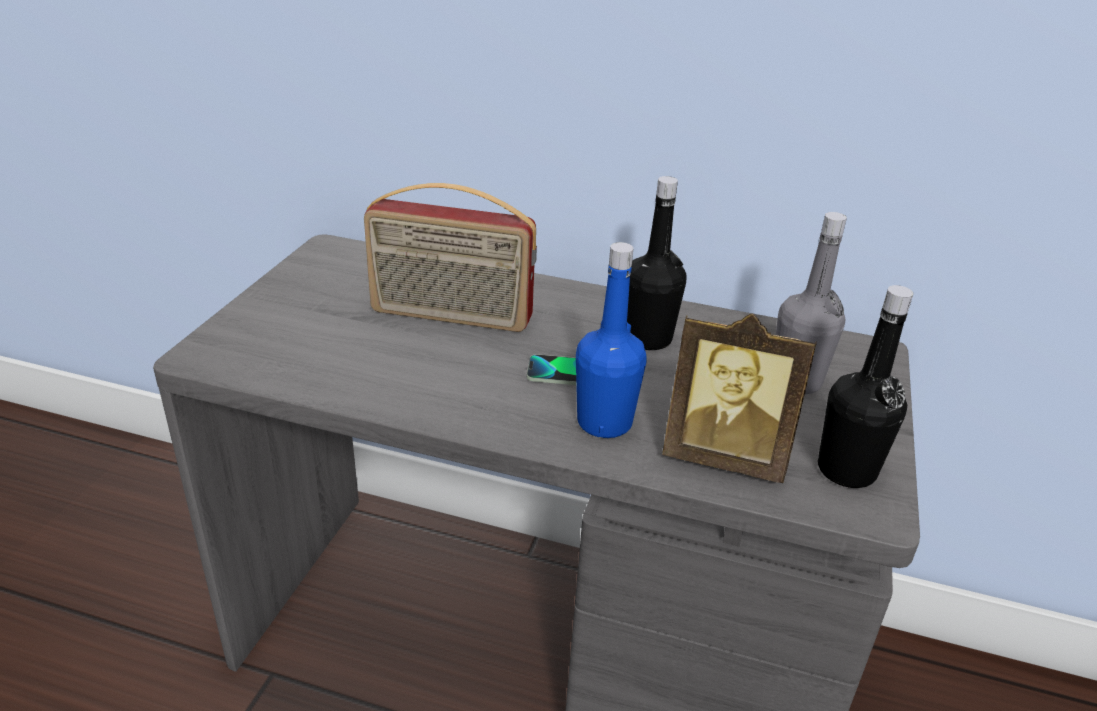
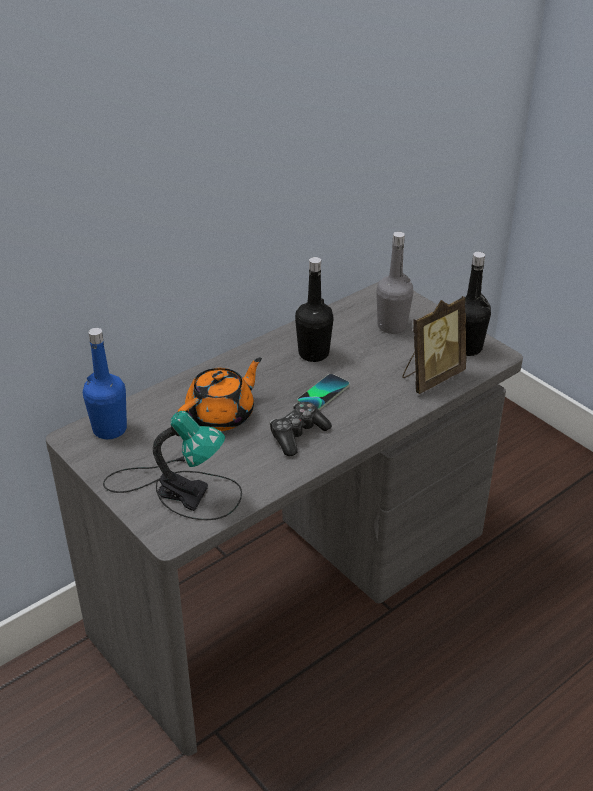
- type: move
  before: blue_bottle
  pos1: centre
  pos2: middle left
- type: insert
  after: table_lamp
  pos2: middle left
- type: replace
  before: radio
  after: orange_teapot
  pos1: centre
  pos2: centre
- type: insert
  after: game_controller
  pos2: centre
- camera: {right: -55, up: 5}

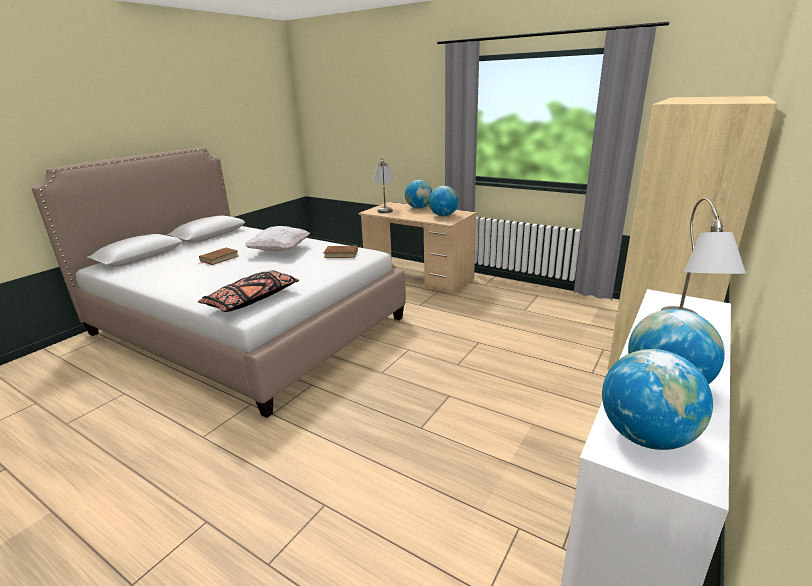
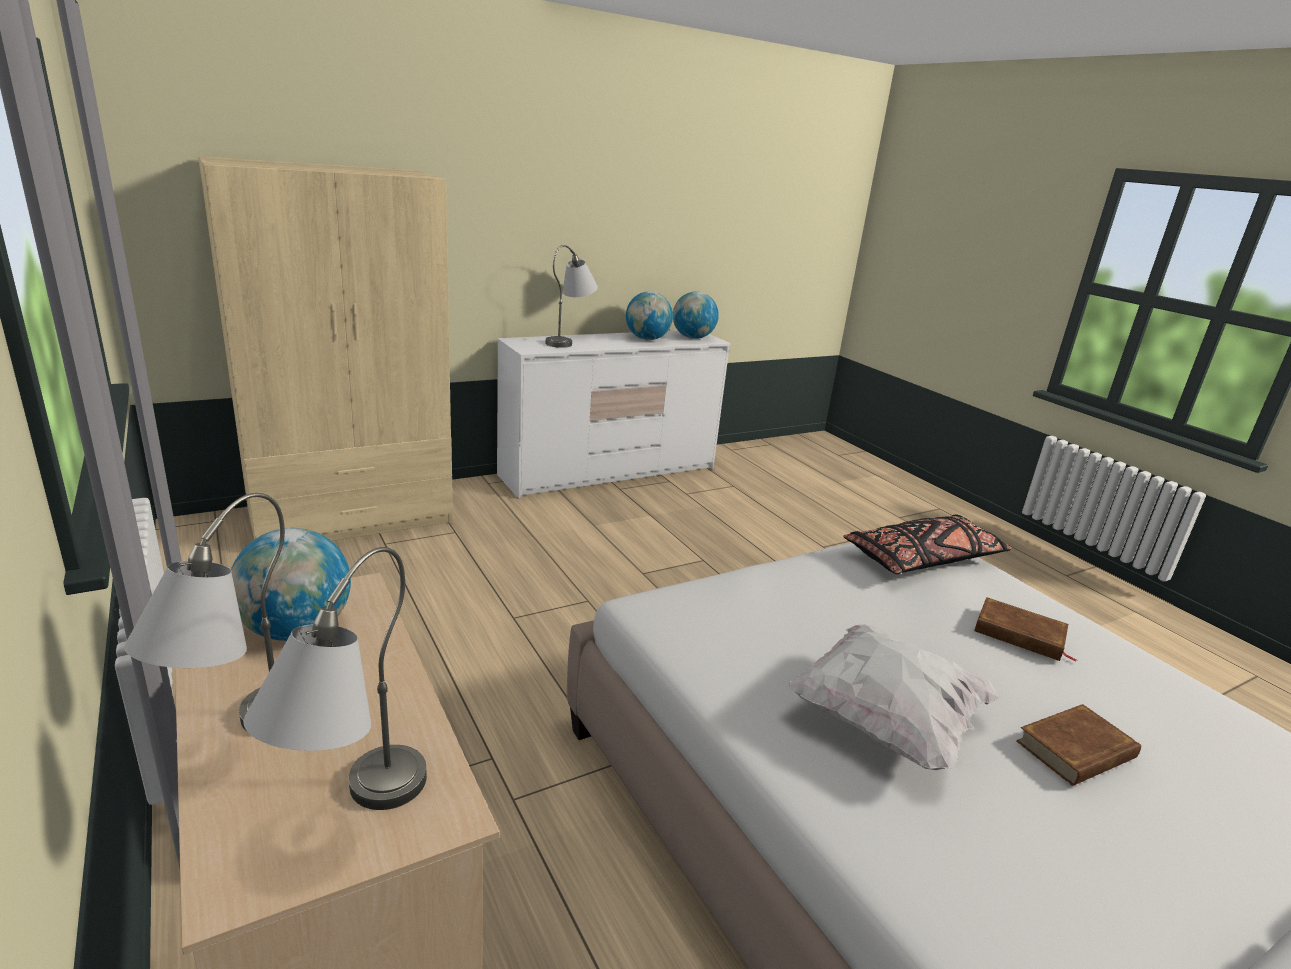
- type: replace
  before: globe (1st from left)
  after: grey_table_lamp (1st from left)
  pos1: top centre
  pos2: middle left
- type: move
  before: brown_book (2nd from left in the first image)
  after: brown_book (1st from left)
  pos1: centre
  pos2: middle right
- camera: {right: -155, up: 0}

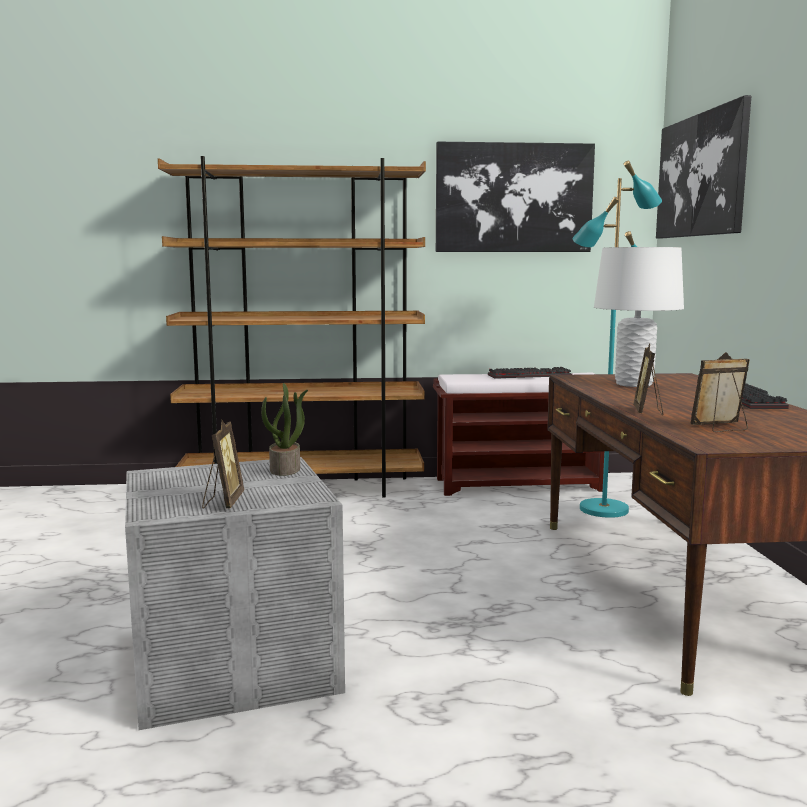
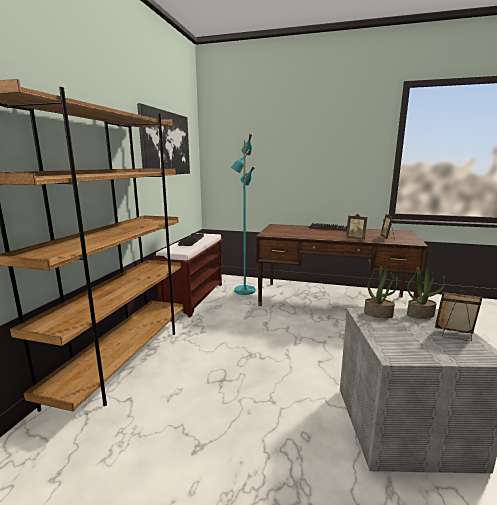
- type: insert
  after: potted_plant (2nd from left)
  pos2: middle right
- type: delete
  before: white_table_lamp
  pos1: middle right
- type: delete
  before: picture (2nd from left)
  pos1: top right
- camera: {right: -70, up: 5}

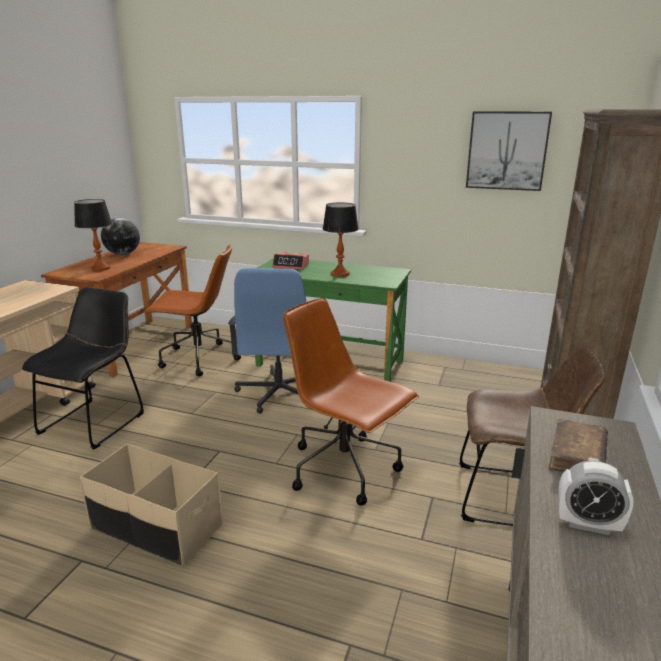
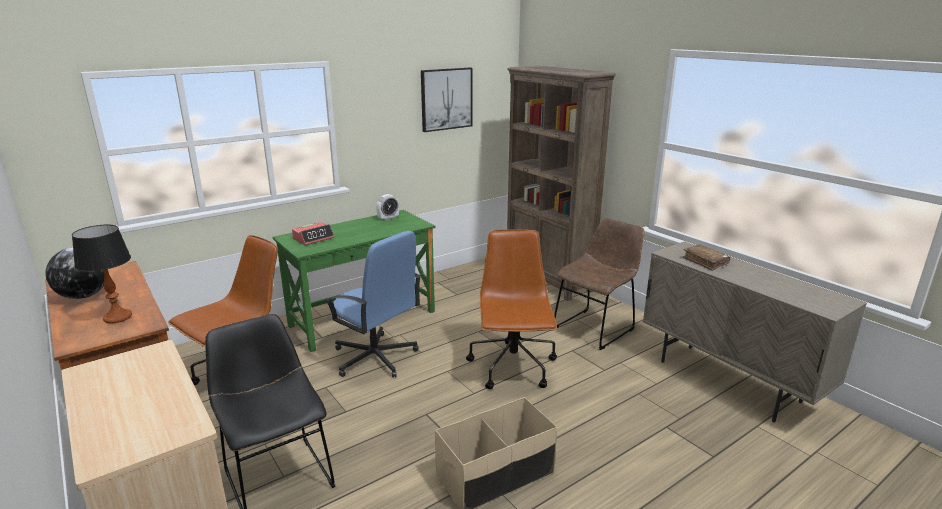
- type: move
  before: alarm_clock (2nd from left)
  pos1: bottom right
  pos2: centre
- type: rotate
  before: brown_office_chair (2nd from left)
  pos1: centre
  pos2: centre
  turn: 105
- type: delete
  before: table_lamp (2nd from left)
  pos1: centre
- camera: {right: -55, up: 0}

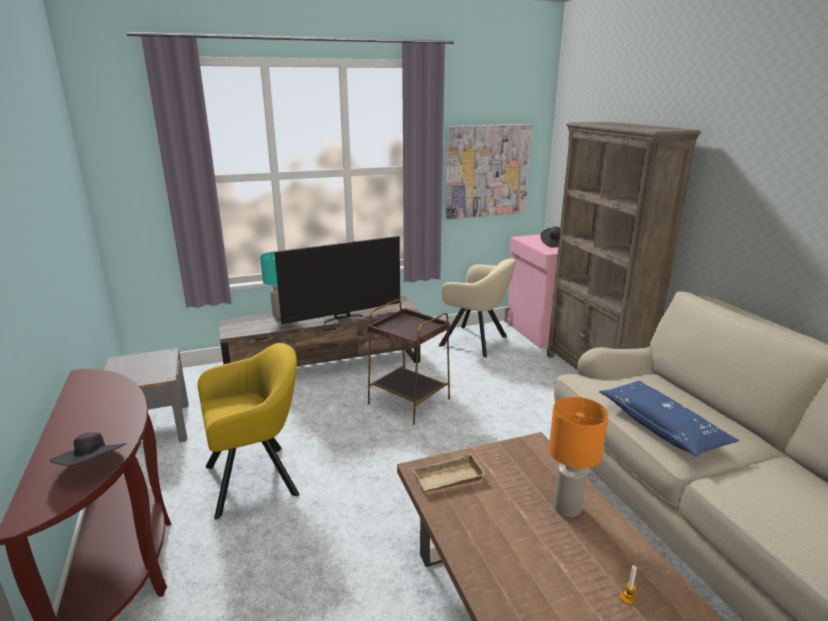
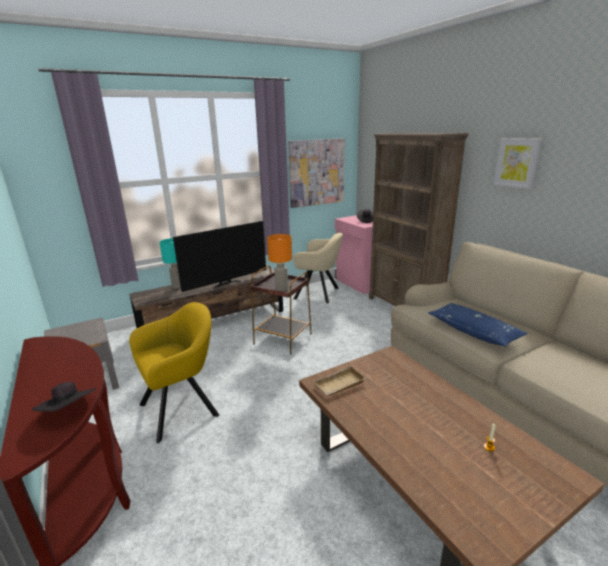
- type: move
  before: orange_table_lamp
  pos1: bottom right
  pos2: centre
- type: insert
  after: picture (2nd from left)
  pos2: top right
- camera: {right: -10, up: 0}

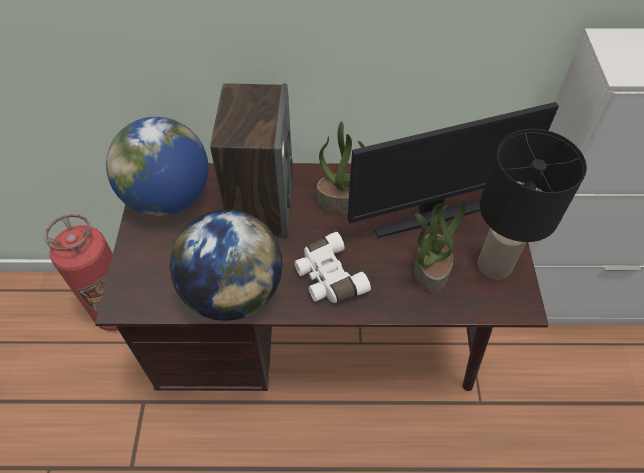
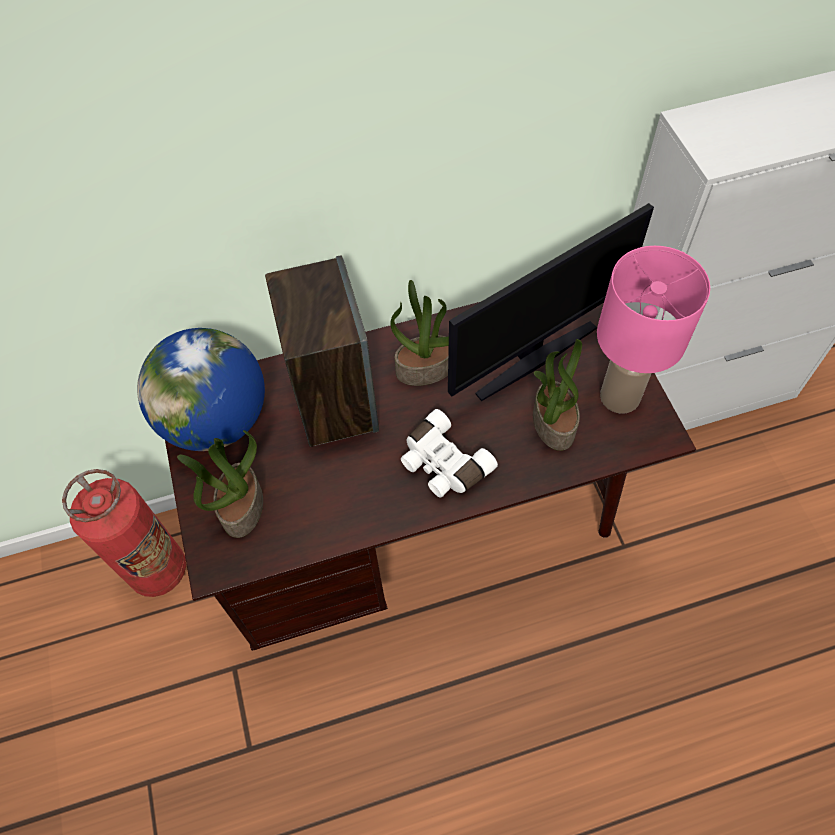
- type: insert
  after: potted_plant (1st from left)
  pos2: middle left
- type: recolor
  before: black_table_lamp
  after: pink_table_lamp
  pos1: middle right
  pos2: middle right
- type: delete
  before: globe (2nd from left)
  pos1: centre
- camera: {right: -15, up: 5}

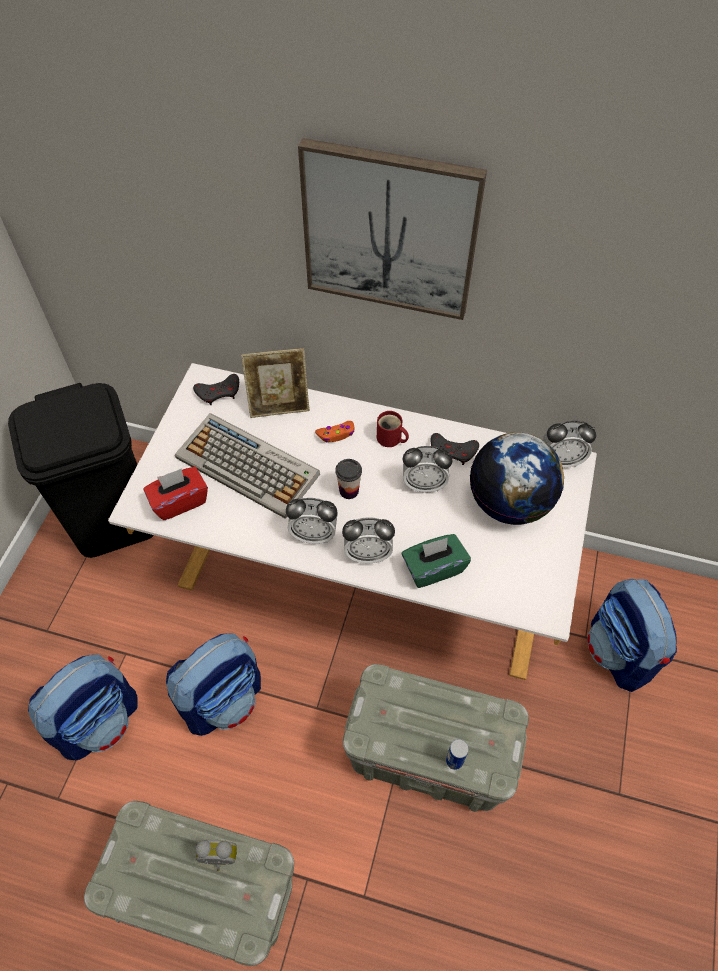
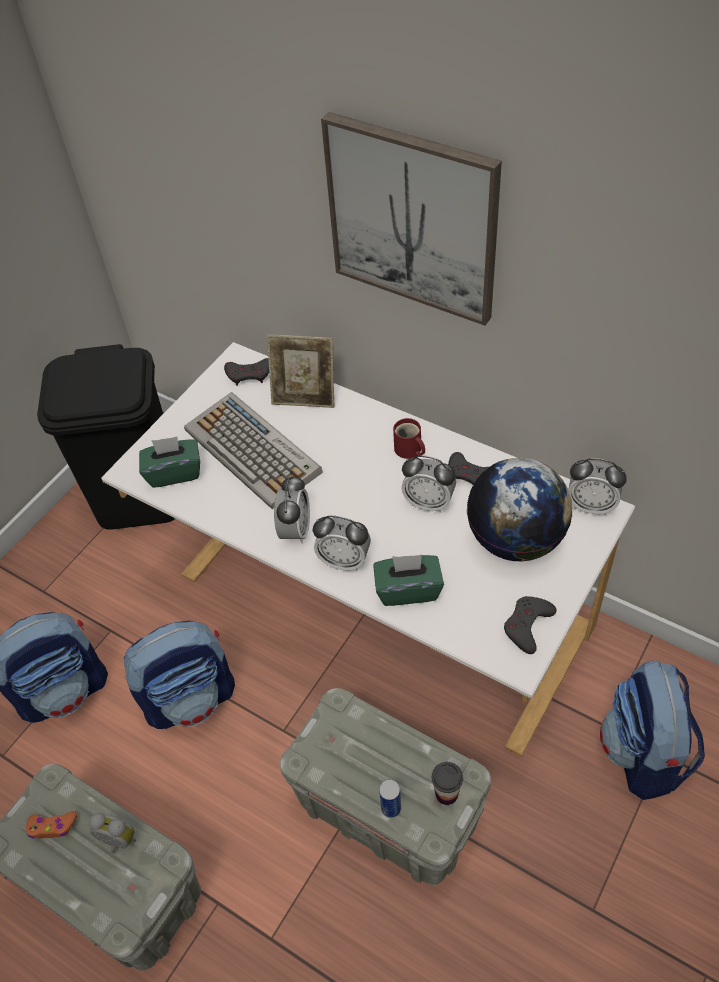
- type: move
  before: orange_game_controller
  pos1: centre
  pos2: bottom left
- type: recolor
  before: red_tissue_box
  after: green_tissue_box (1st from left)
  pos1: middle left
  pos2: middle left
- type: rotate
  before: alarm_clock (2nd from left)
  pos1: centre
  pos2: centre
  turn: -105
- type: move
  before: cup
  pos1: centre
  pos2: bottom centre
- type: insert
  after: grey_game_controller (3rd from left)
  pos2: middle right
- camera: {right: 20, up: -5}

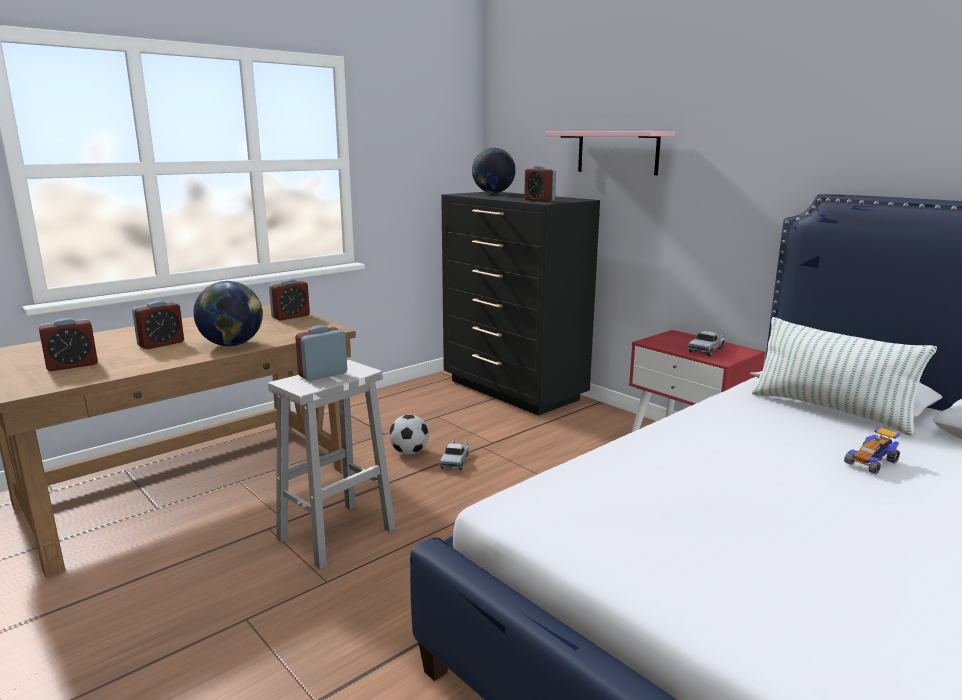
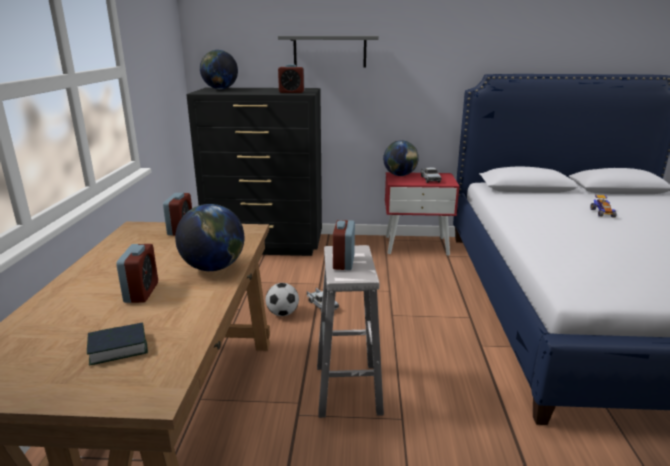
- type: replace
  before: alarm_clock (1st from left)
  after: book
  pos1: middle left
  pos2: bottom left
- type: recolor
  before: pink_shelf
  after: grey_shelf
  pos1: top centre
  pos2: top centre
- type: insert
  after: globe (3rd from left)
  pos2: centre
- type: delete
  before: pillow
  pos1: middle right
- camera: {right: -45, up: 5}

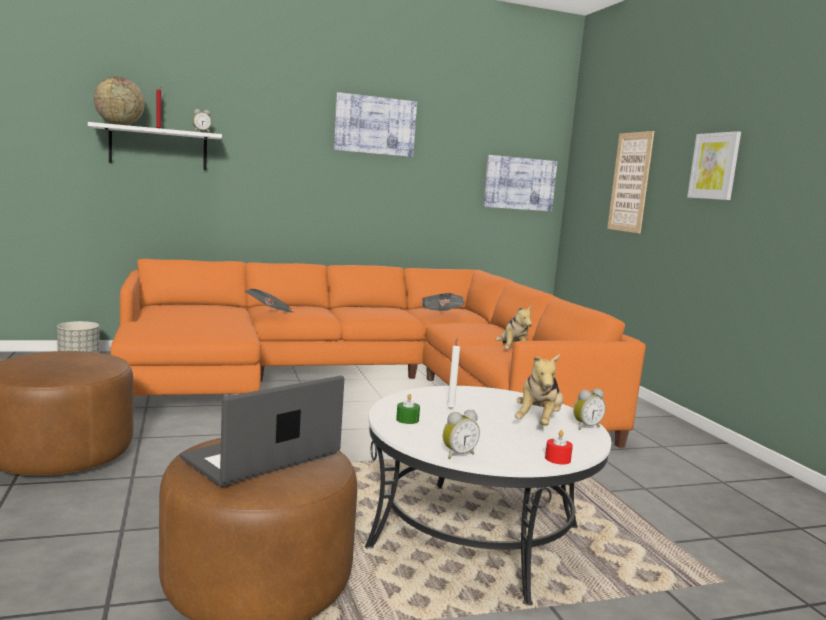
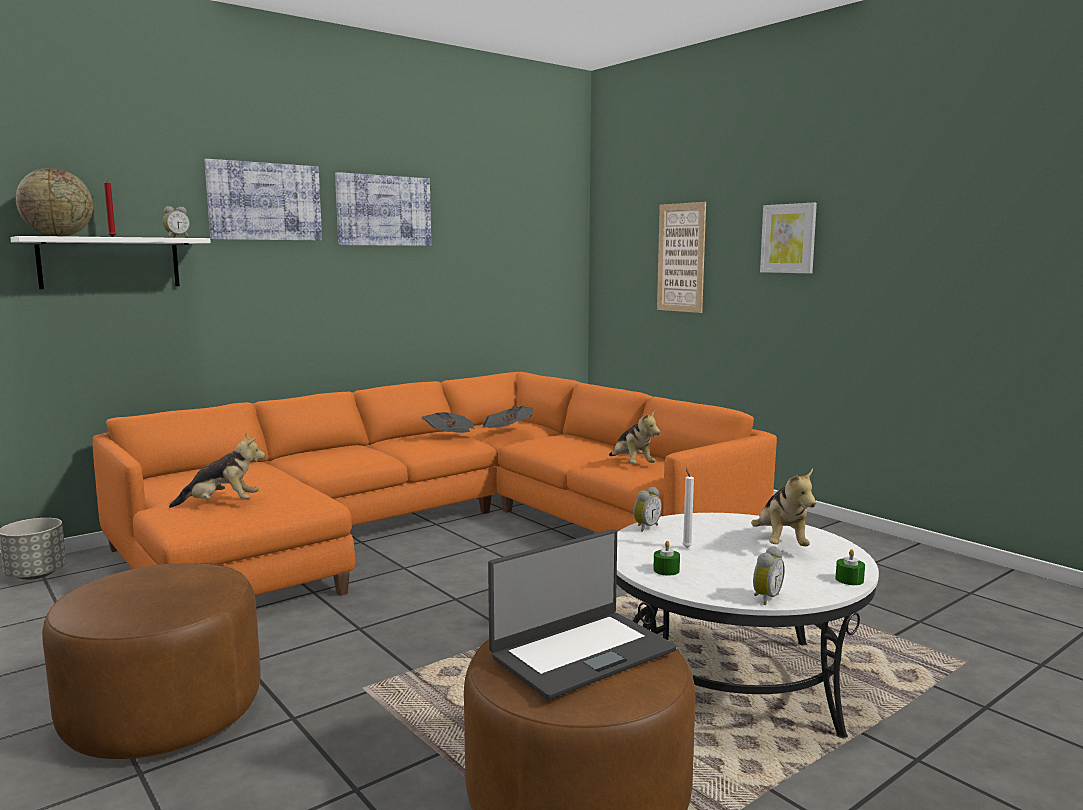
- type: insert
  after: plush_toy (1st from left)
  pos2: middle left
- type: move
  before: picture (2nd from left in the first image)
  after: picture (1st from left)
  pos1: top centre
  pos2: top left
- type: move
  before: newspaper (1st from left)
  pos1: middle left
  pos2: centre
- type: rotate
  before: laptop
  pos1: bottom left
  pos2: bottom centre
  turn: -150
- type: move
  before: alarm_clock (3rd from left in the first image)
  after: alarm_clock (2nd from left)
  pos1: middle right
  pos2: centre
- type: recolor
  before: red_candle (2nd from left)
  after: green_candle (2nd from left)
  pos1: bottom right
  pos2: bottom right
- camera: {right: -20, up: 0}

